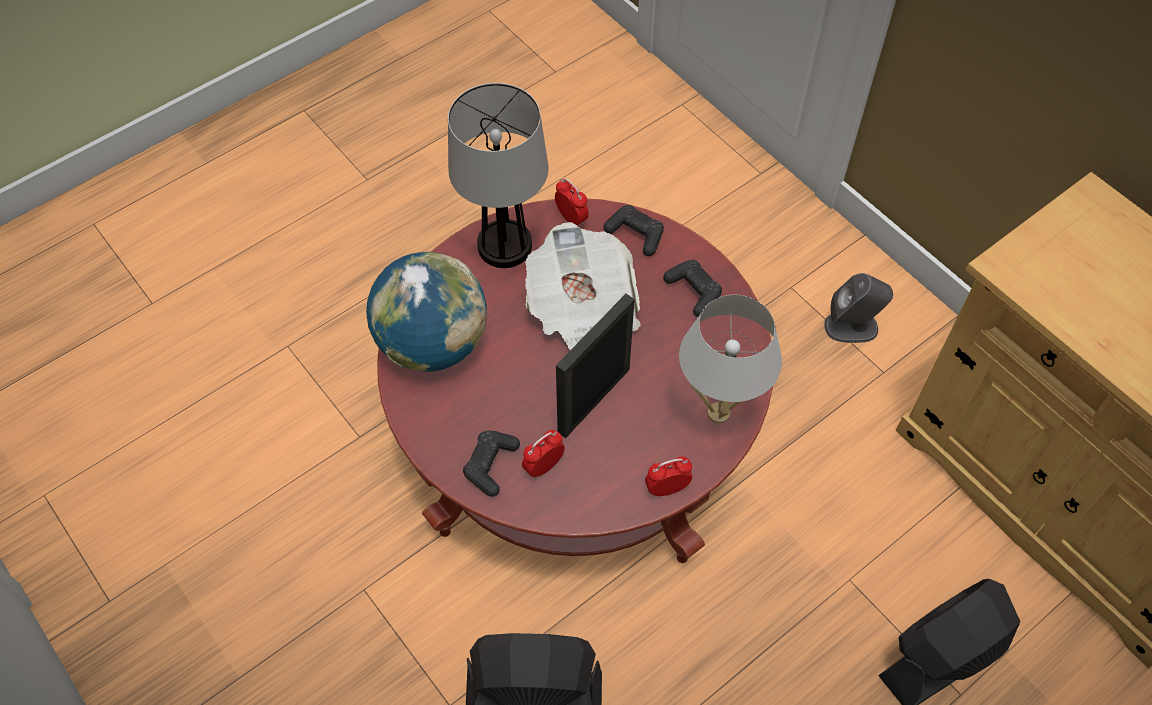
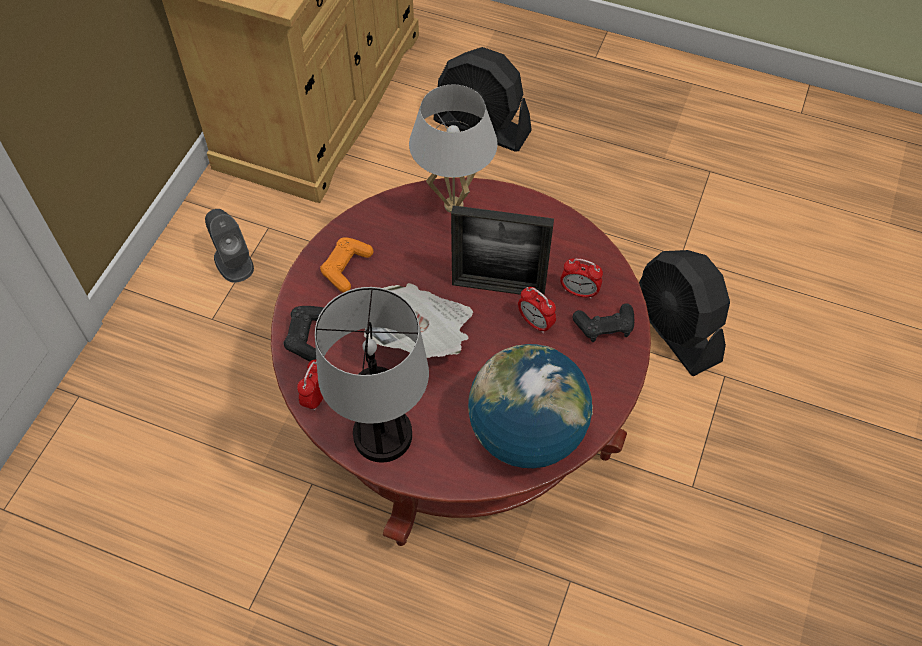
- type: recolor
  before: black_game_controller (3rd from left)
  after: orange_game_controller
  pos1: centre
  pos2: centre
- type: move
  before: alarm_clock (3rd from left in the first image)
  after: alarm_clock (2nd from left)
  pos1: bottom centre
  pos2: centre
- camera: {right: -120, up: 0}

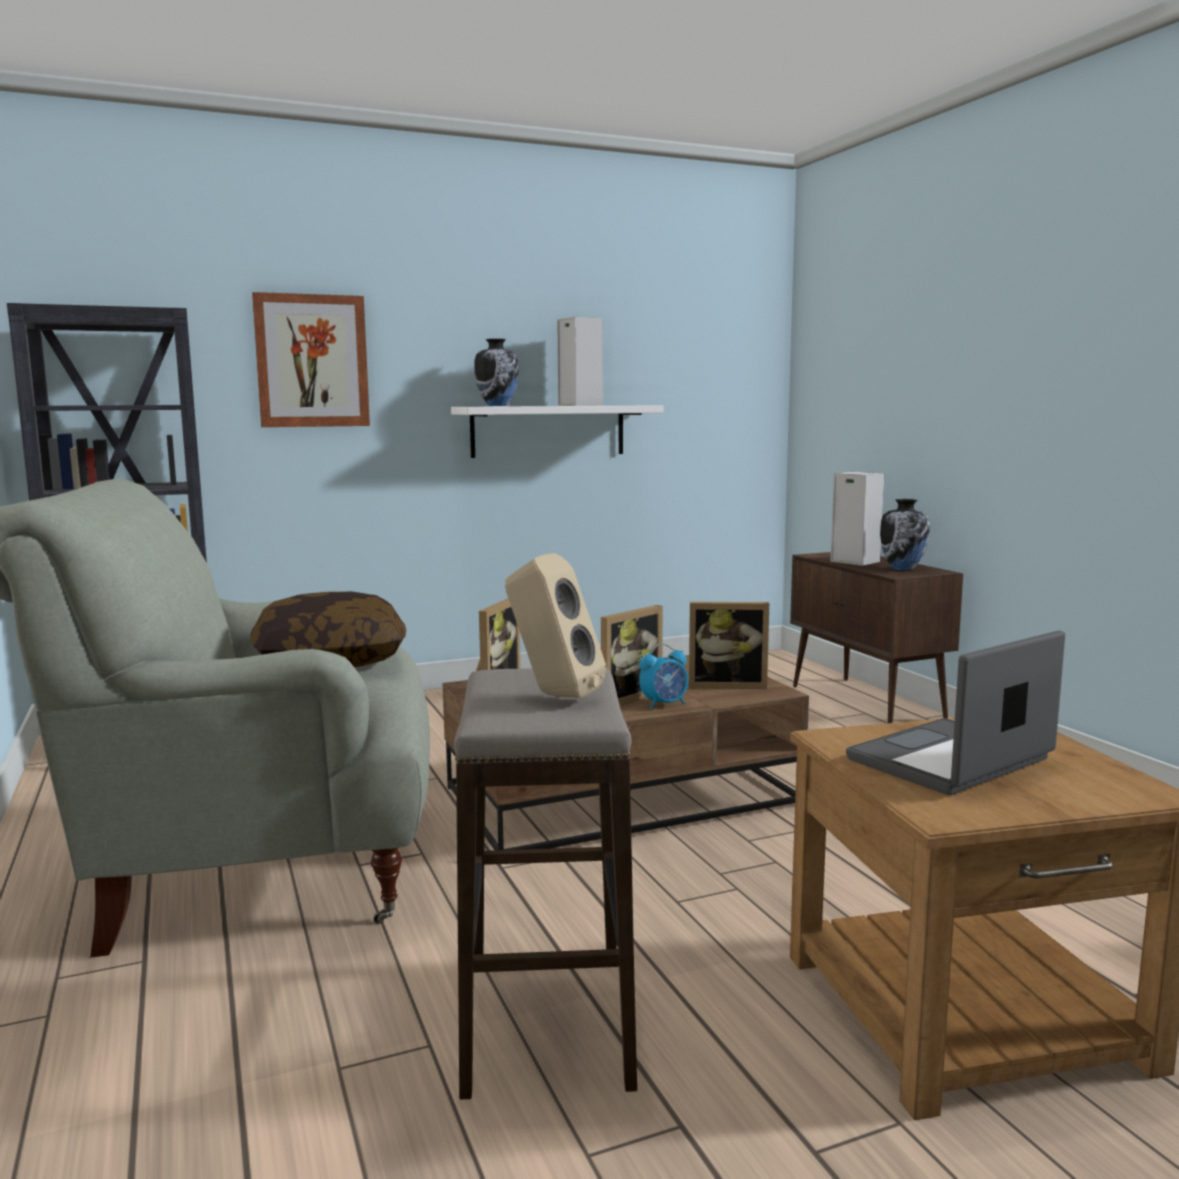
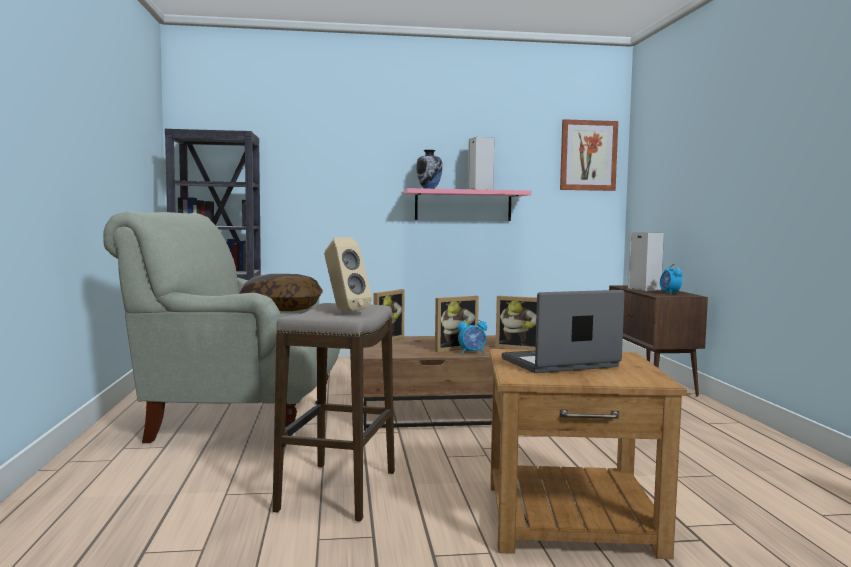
- type: recolor
  before: white_shelf
  after: pink_shelf
  pos1: centre
  pos2: centre
- type: move
  before: picture
  pos1: top left
  pos2: top right
- type: replace
  before: vase (2nd from left)
  after: alarm_clock (2nd from left)
  pos1: middle right
  pos2: middle right
- camera: {right: 15, up: -5}

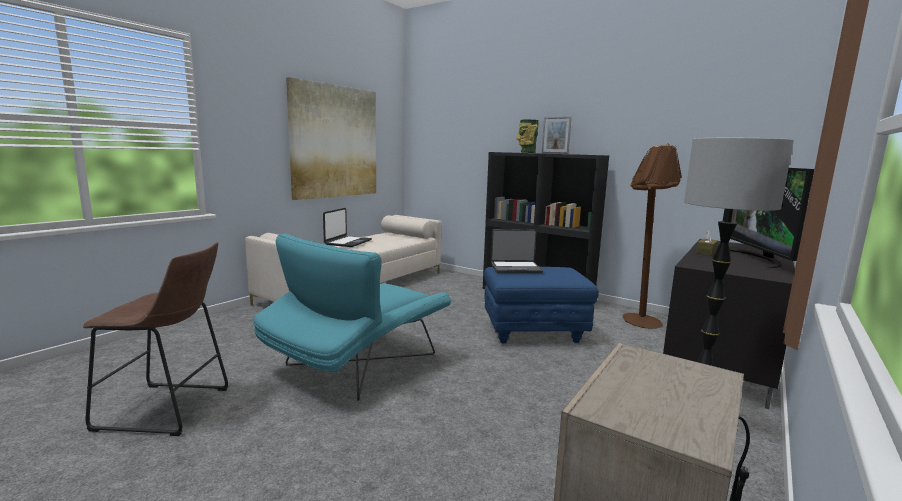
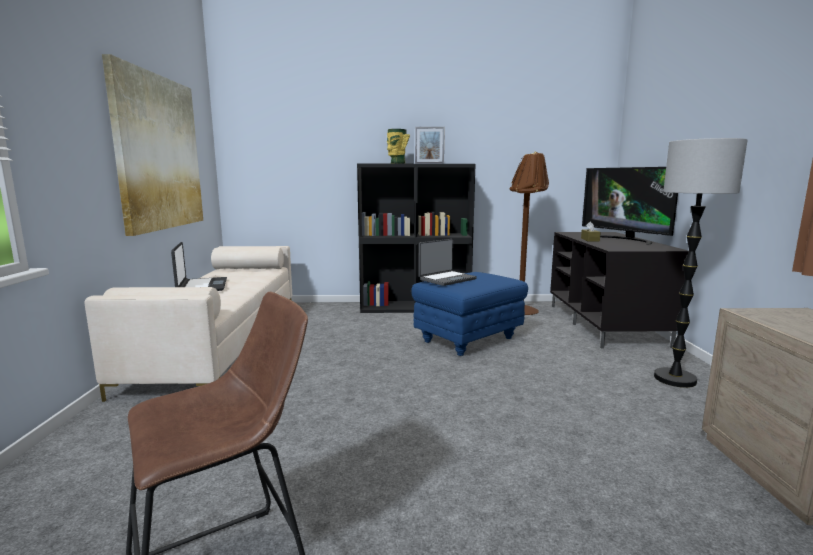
- type: delete
  before: turquoise_armchair
  pos1: centre
- camera: {right: -35, up: 0}

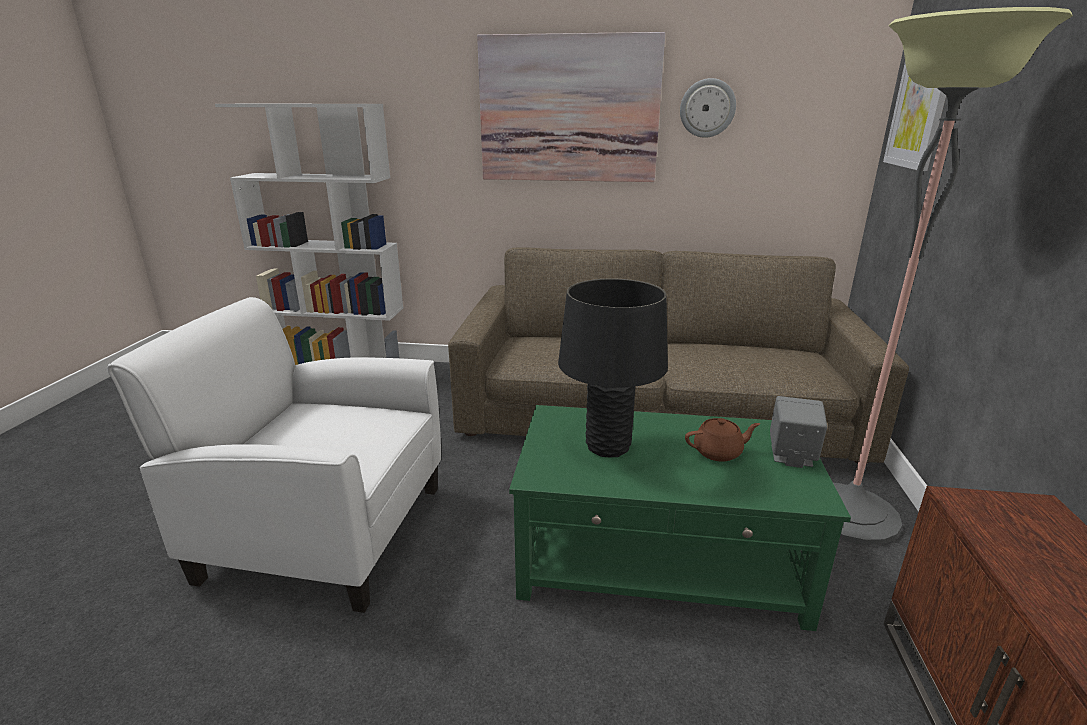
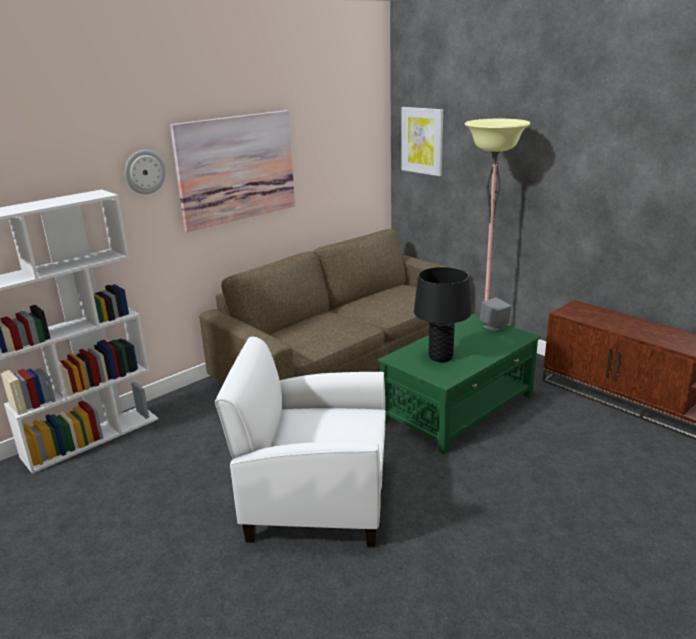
- type: move
  before: wall_clock
  pos1: top centre
  pos2: top left
- type: rotate
  before: white_armchair
  pos1: middle left
  pos2: bottom centre
  turn: 45
- type: delete
  before: brown_teapot
  pos1: centre
- camera: {right: -50, up: 0}

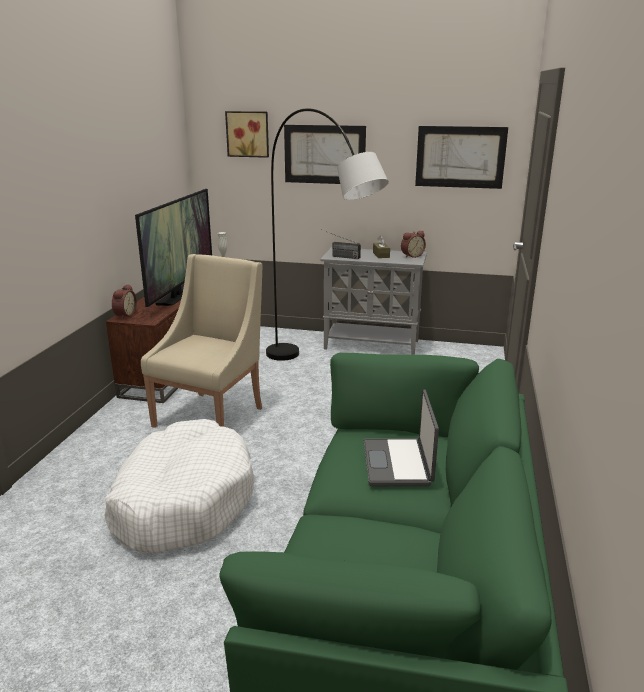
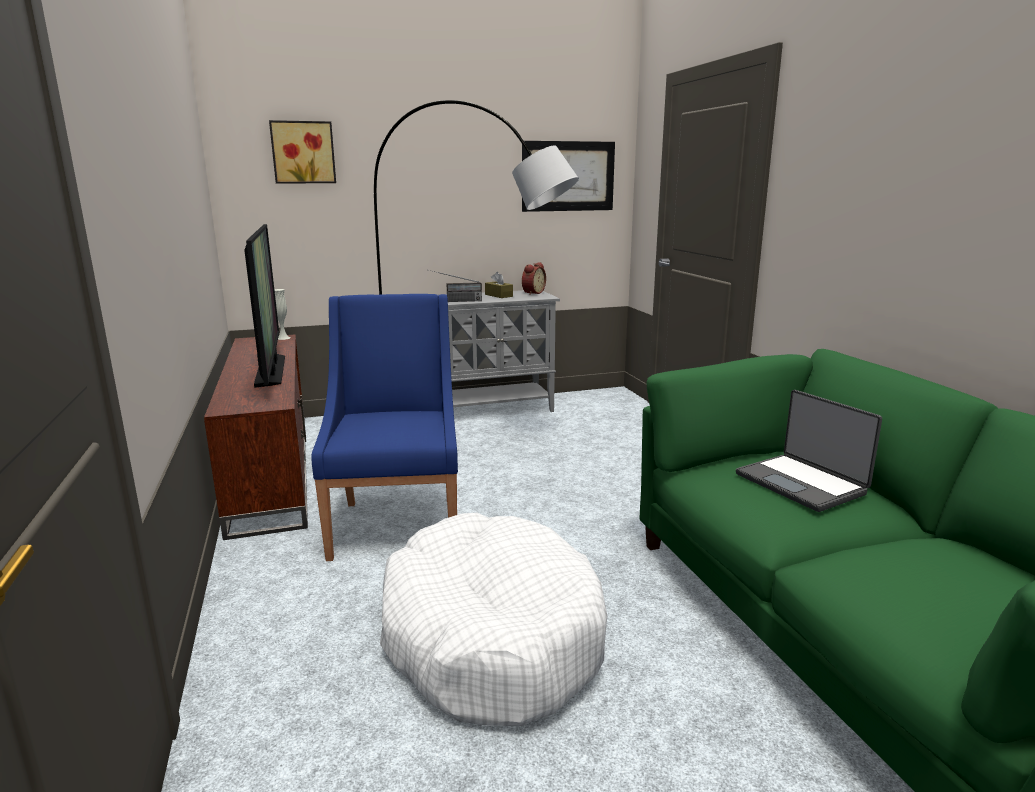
- type: recolor
  before: beige_armchair
  after: blue_armchair
  pos1: middle left
  pos2: centre
- type: delete
  before: alarm_clock (1st from left)
  pos1: middle left
- type: delete
  before: picture (2nd from left)
  pos1: top centre
- camera: {right: -30, up: -5}

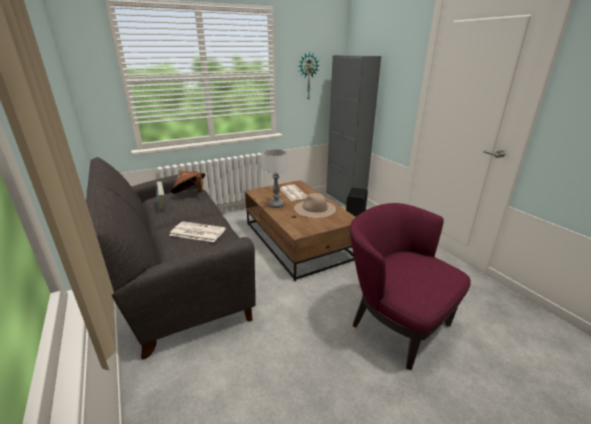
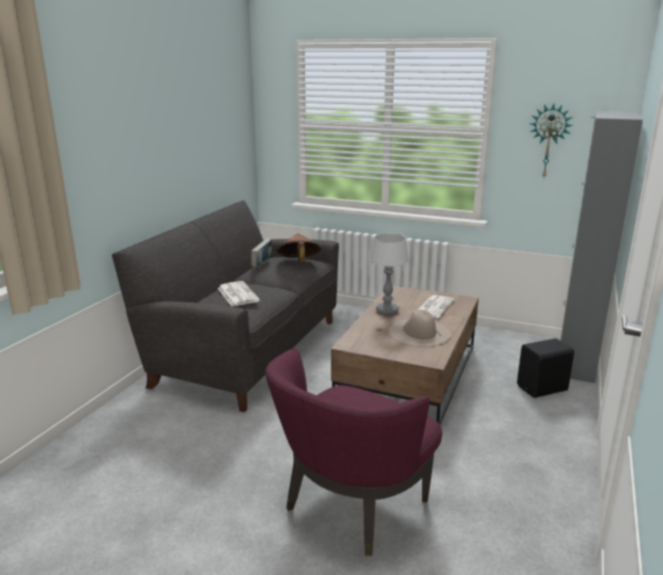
- type: rotate
  before: purple_armchair
  pos1: bottom right
  pos2: bottom centre
  turn: -150
- camera: {right: 50, up: -5}

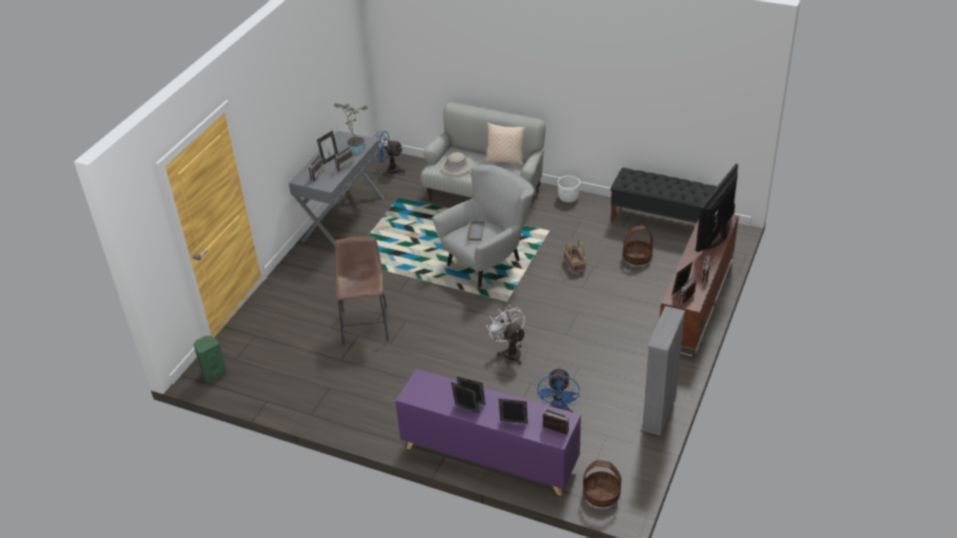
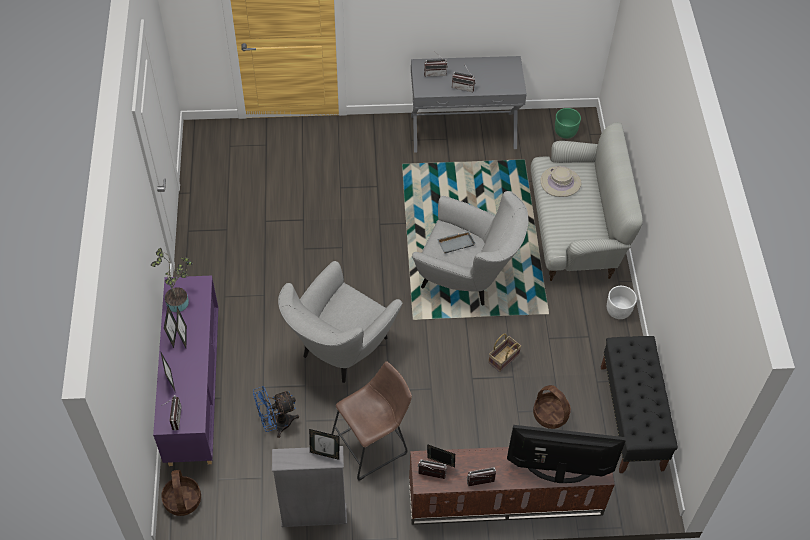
- type: move
  before: potted_plant
  pos1: top centre
  pos2: middle left
- type: replace
  before: white_fan
  after: grey_armchair (1st from left)
  pos1: centre
  pos2: centre
- type: move
  before: picture_frame (1st from left in the first image)
  after: picture_frame (4th from left)
  pos1: top centre
  pos2: bottom centre
- type: move
  before: brown_stool
  pos1: centre
  pos2: bottom centre
- type: replace
  before: blue_fan (1st from left)
  after: green_planter
  pos1: top centre
  pos2: top right
- type: delete
  before: green_speaker
  pos1: bottom left
- type: delete
  before: beige_pillow
  pos1: top centre
- camera: {right: 60, up: 15}

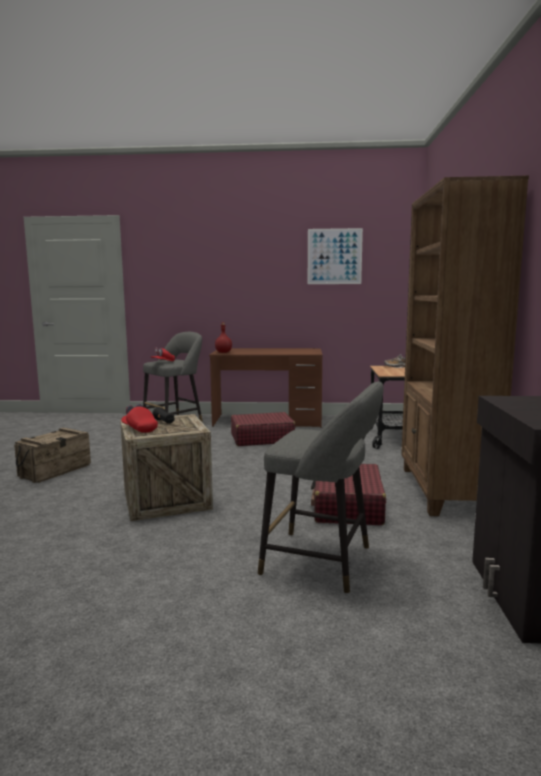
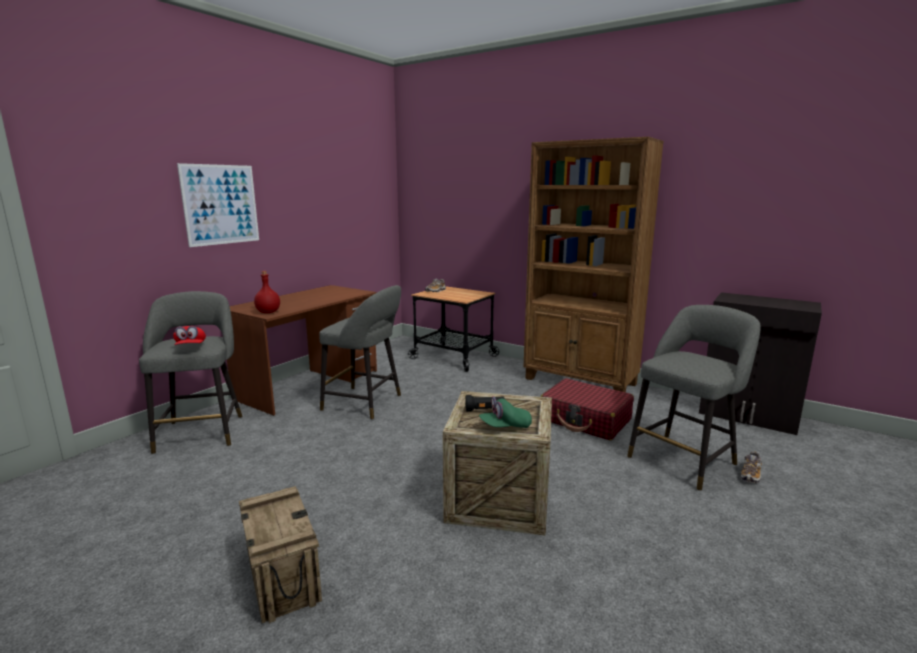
- type: move
  before: picture
  pos1: top centre
  pos2: top left
- type: replace
  before: red_suitcase (1st from left)
  after: grey_stool (2nd from left)
  pos1: centre
  pos2: centre
- type: recolor
  before: red_cap (1st from left)
  after: green_cap
  pos1: middle left
  pos2: centre
- type: insert
  after: shoe (2nd from left)
  pos2: bottom right
- camera: {right: -60, up: 5}

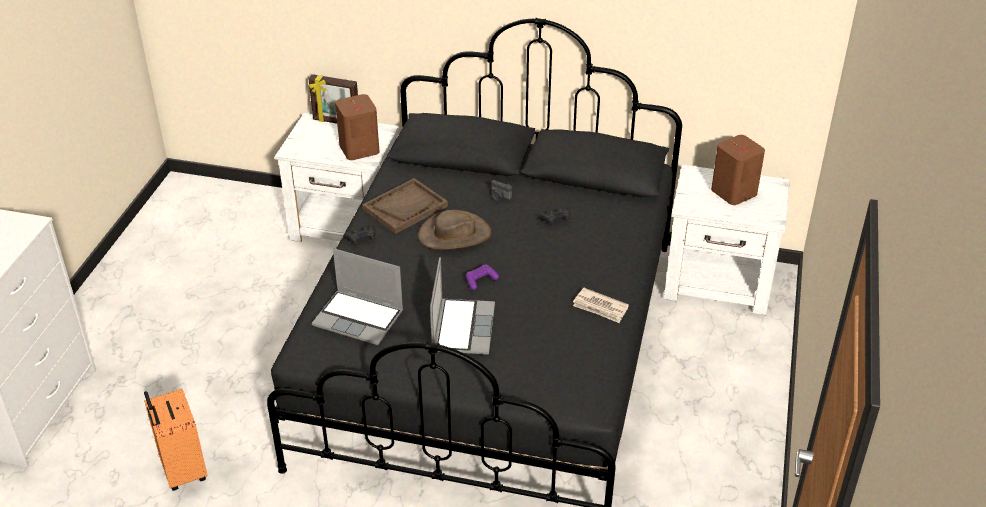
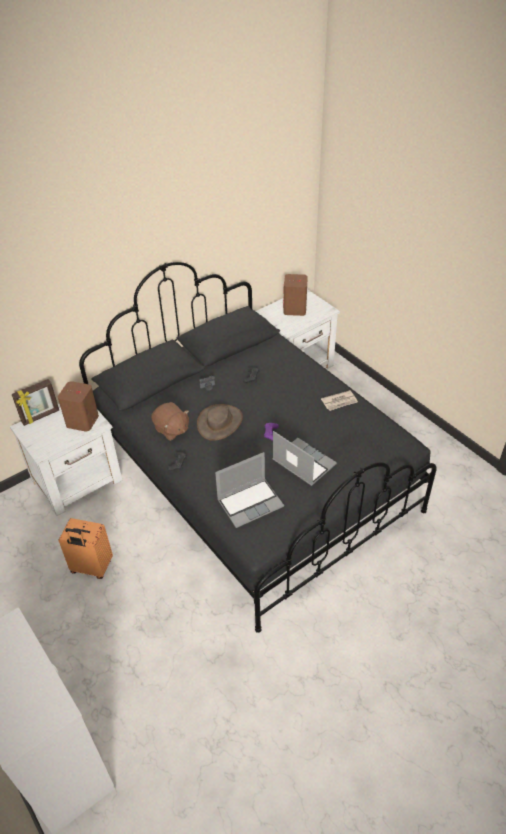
- type: move
  before: orange_suitcase
  pos1: bottom left
  pos2: middle left
- type: replace
  before: brown_tray
  after: brown_plush_toy
  pos1: centre
  pos2: centre
- camera: {right: -50, up: 5}

